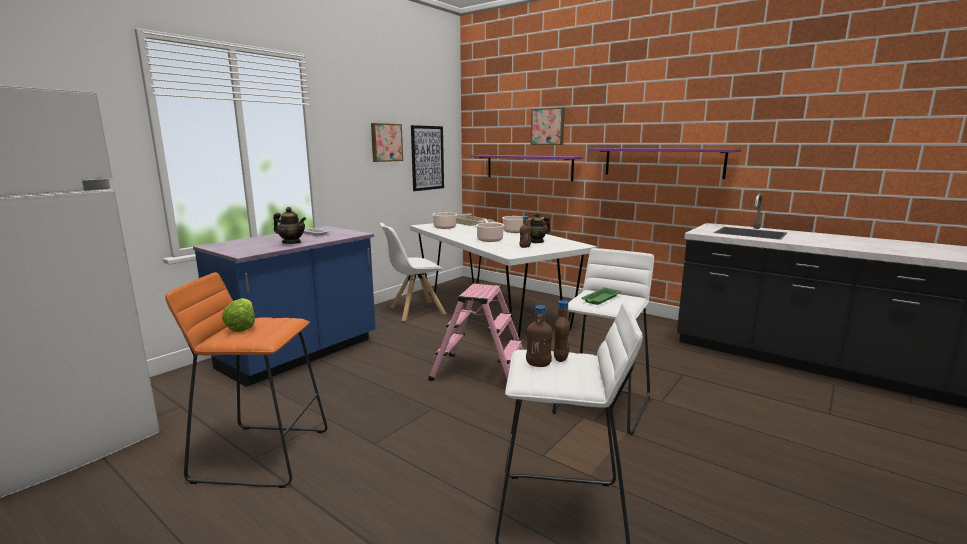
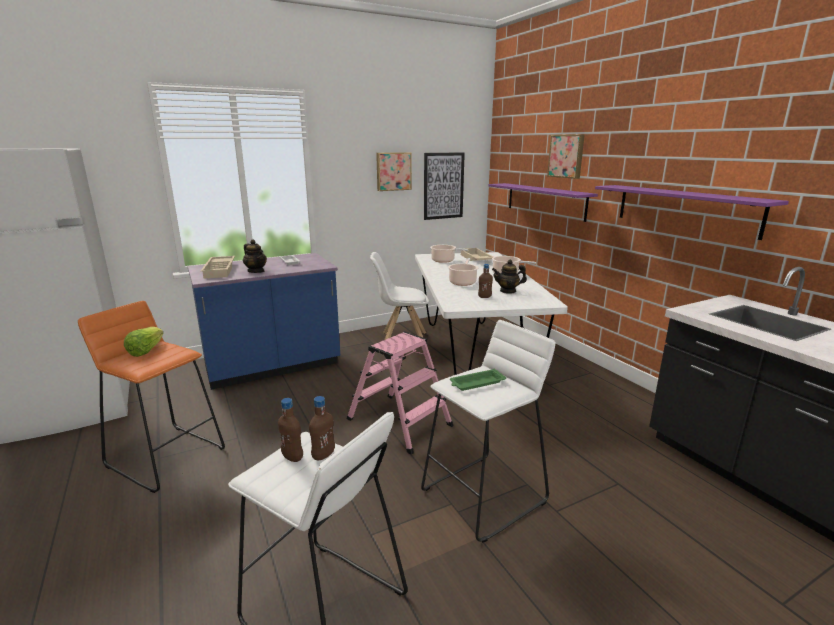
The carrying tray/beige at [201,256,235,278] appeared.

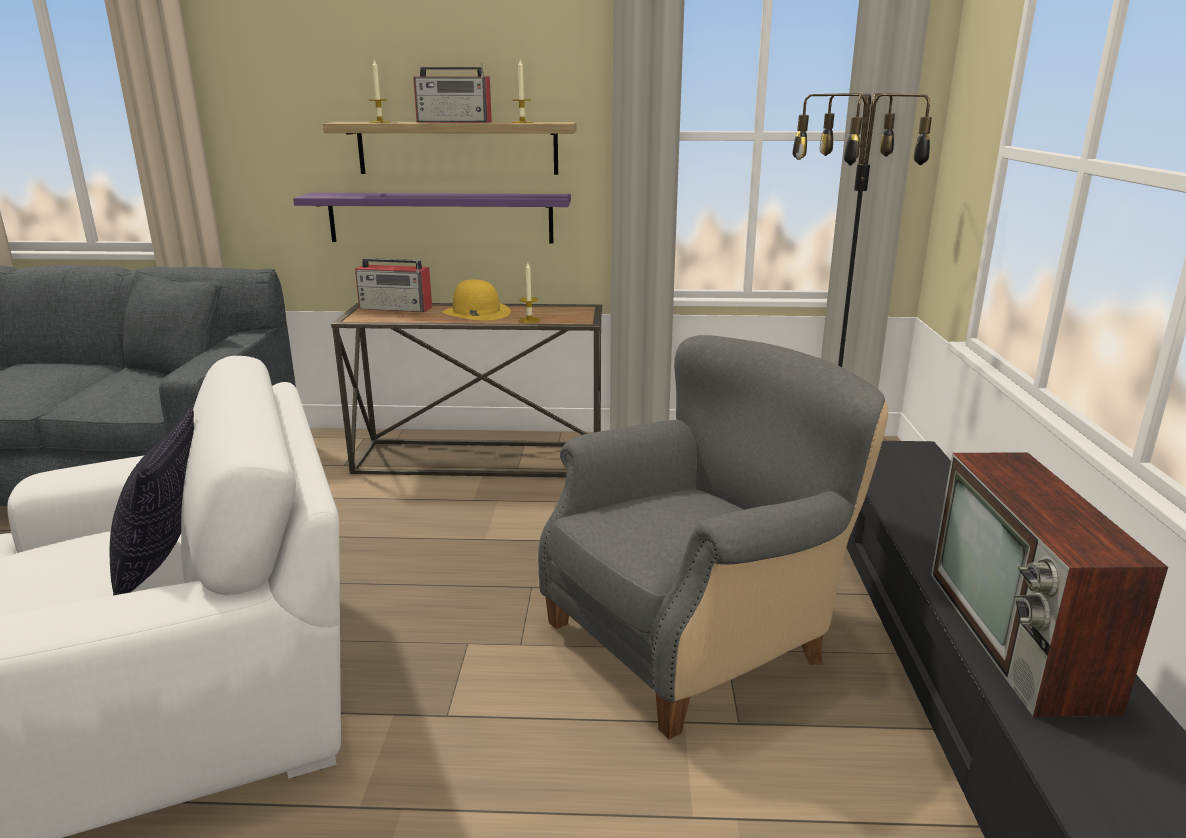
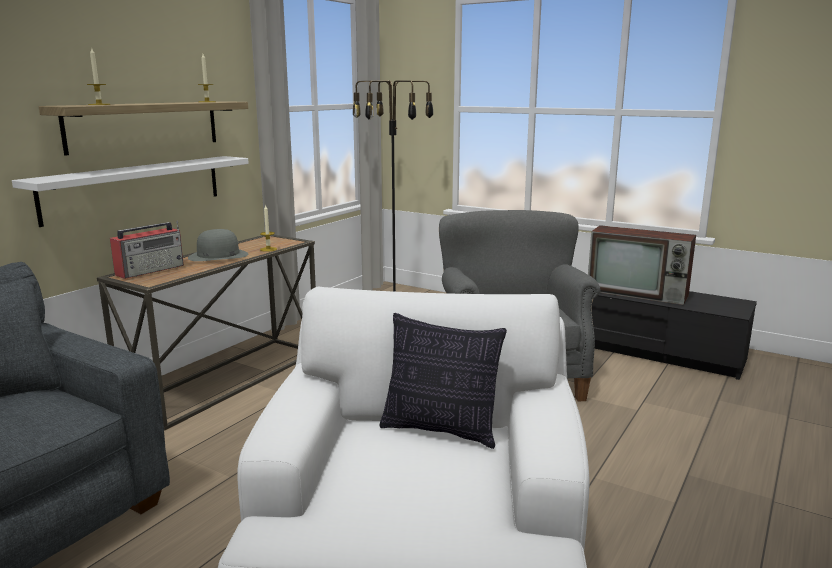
The radio set at [413,63,492,123] disappeared. The bracket shelf/purplish at [293,193,571,243] became the bracket shelf/white at [12,156,249,227]. The wearable hat/yellowish at [443,280,511,320] became the wearable hat/greyish at [188,229,248,261].

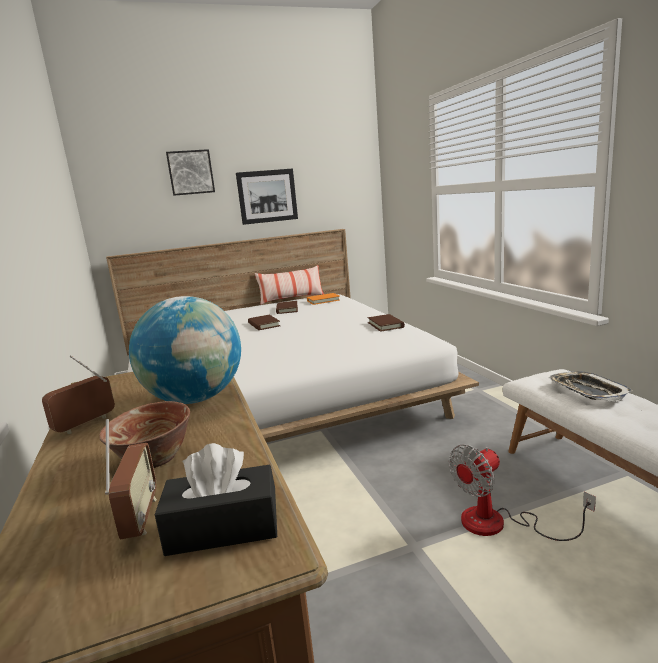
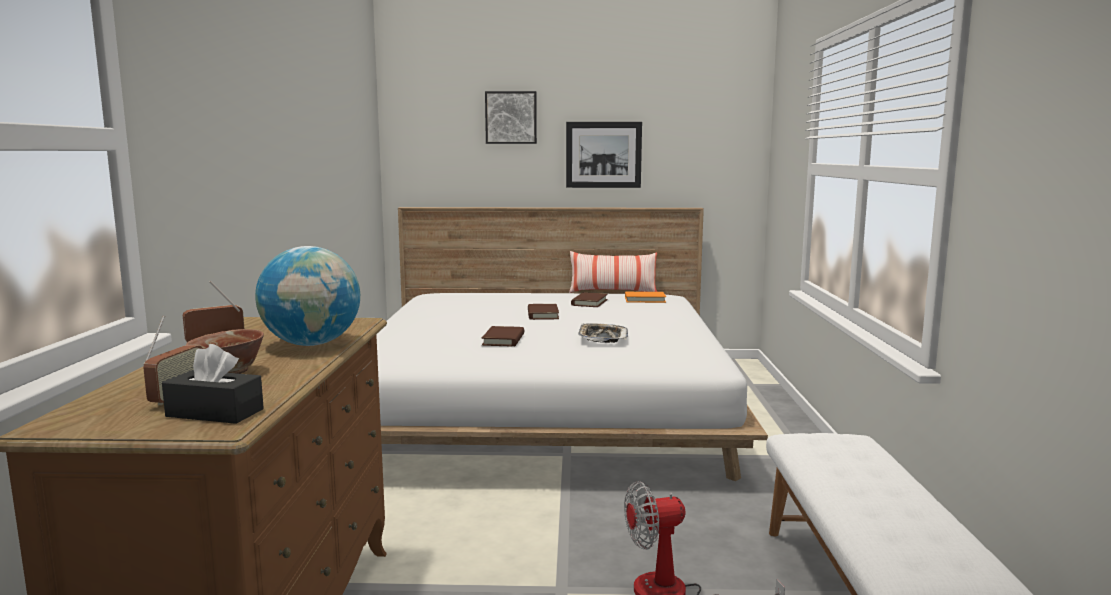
The book/brown-coloured moved from [367,314,405,332] to [482,326,524,346]. The carrying tray moved from [548,371,632,401] to [578,323,628,343].

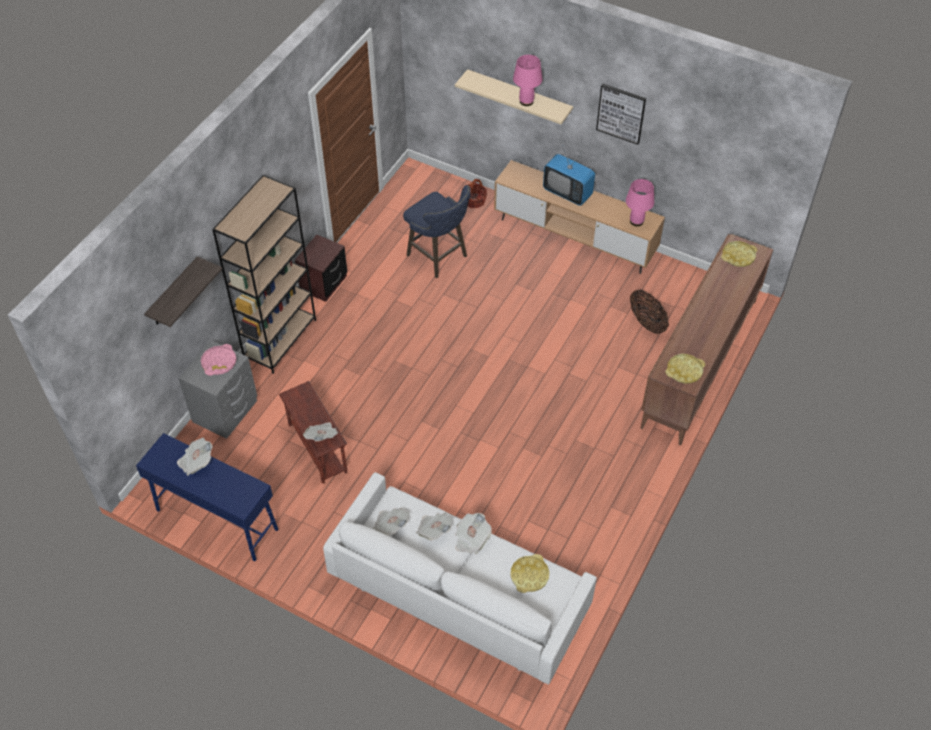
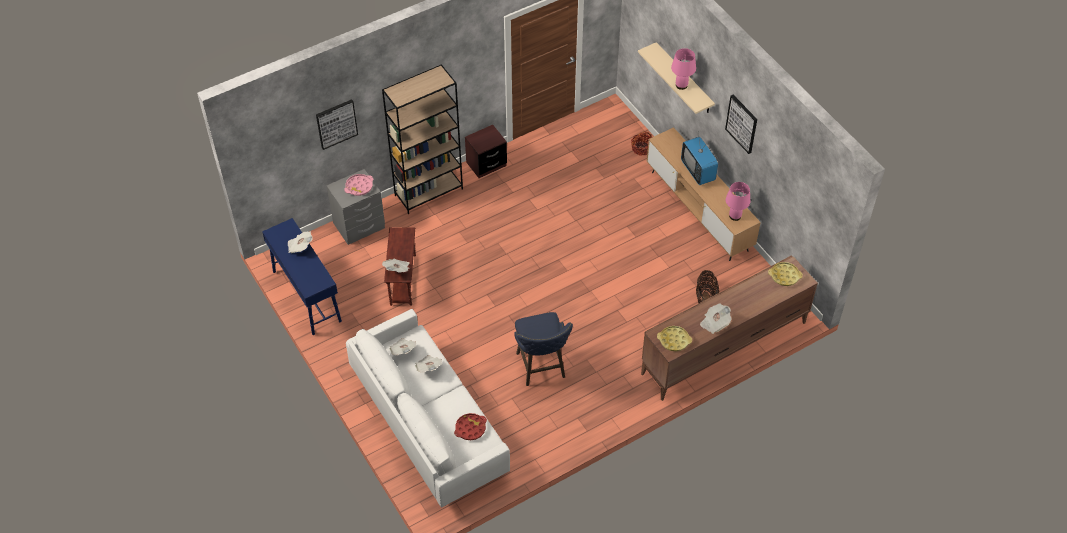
The stool/bluish moved from [403,185,471,278] to [514,312,573,386]. The printed paper moved from [455,513,492,554] to [700,304,731,334]. The bracket shelf at [144,256,222,327] was replaced by the wall art at [316,99,358,150]. The carrying tray/yellowish at [510,554,549,593] became the carrying tray/red-coloured at [454,413,487,440].

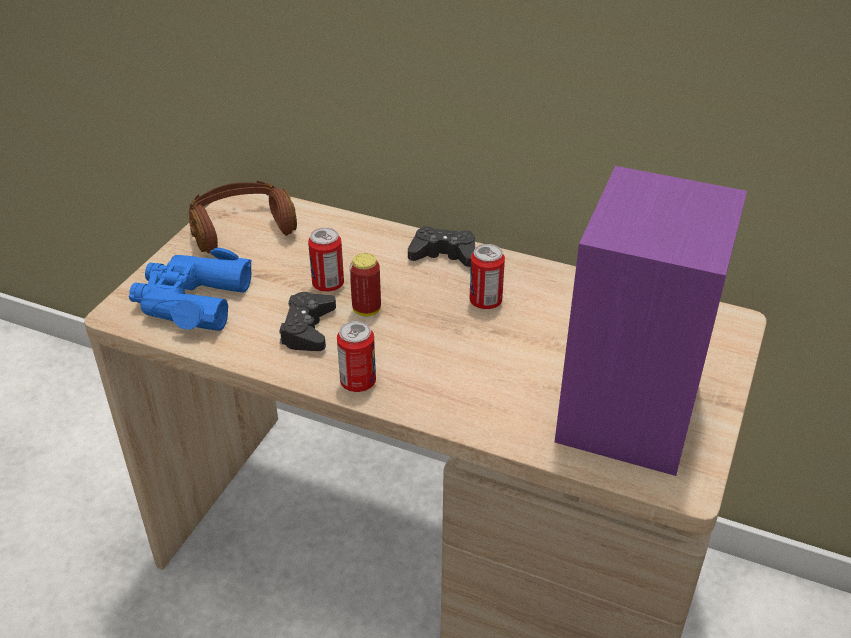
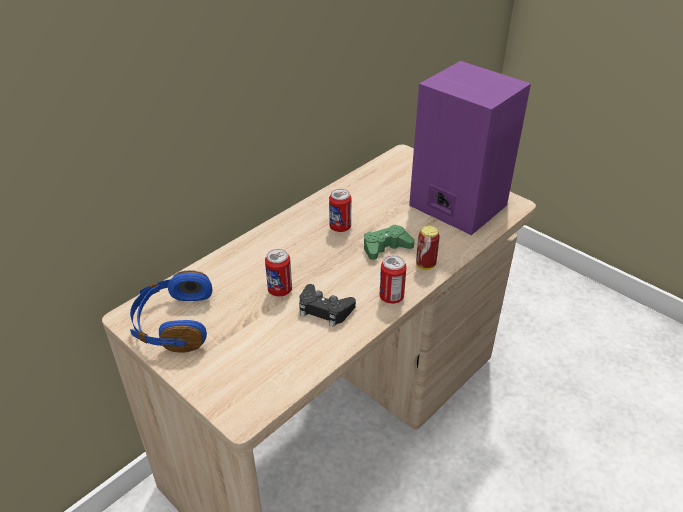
The binoculars/bluish at [129,248,252,331] disappeared. The gamepad/black-coloured at [408,226,475,267] disappeared. The gamepad/green at [364,225,415,260] appeared. The metal can moved from [350,253,381,316] to [416,226,440,270]. The pair of headphones/brown-coloured at [189,181,297,253] became the pair of headphones/bluish at [130,270,212,353].

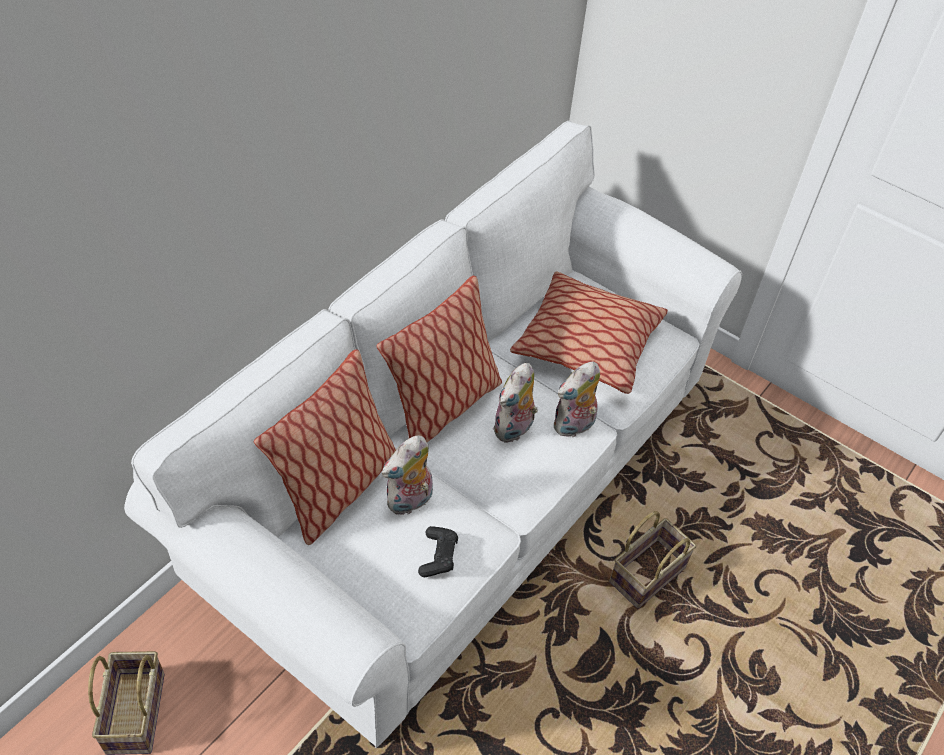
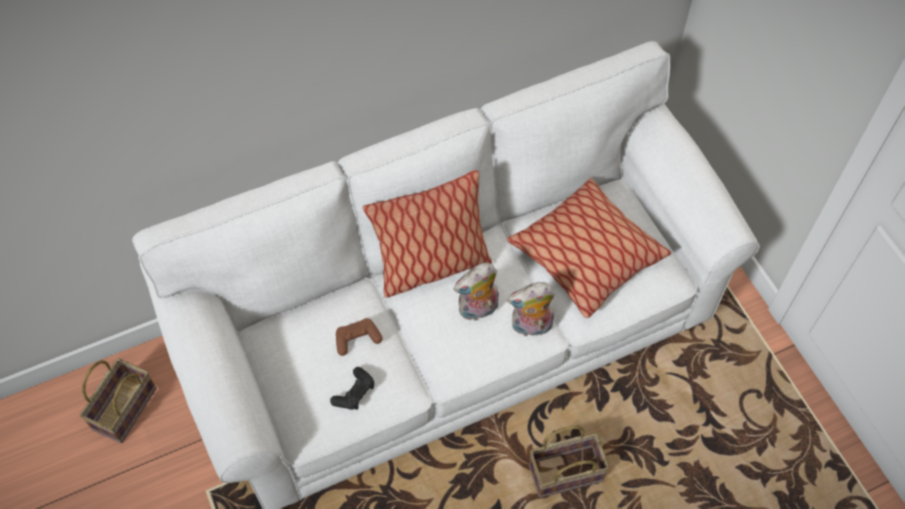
The pillow at [253,349,396,545] disappeared. The plush toy at [382,435,433,515] was replaced by the gamepad/brown-coloured at [336,318,383,356].

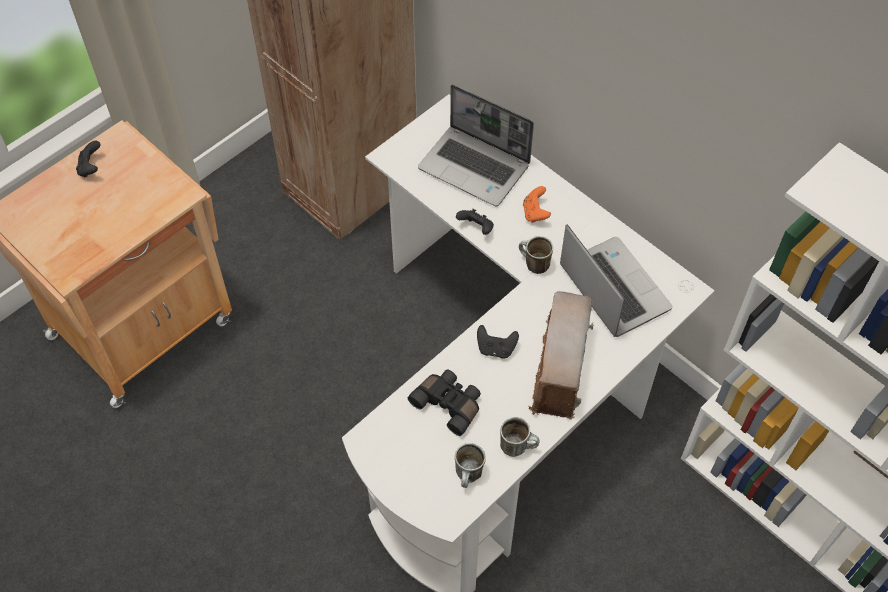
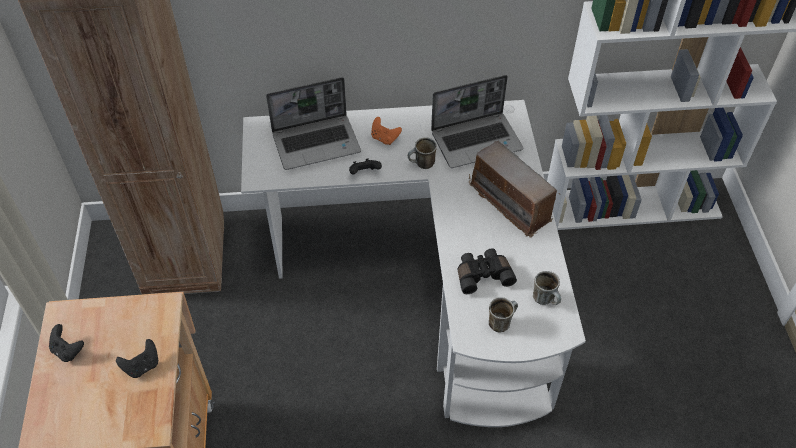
The gamepad/black-coloured moved from [477,325,519,359] to [116,339,158,378]. The mug moved from [500,417,540,457] to [489,297,518,332]. The laptop at [560,225,673,337] turned 150 degrees clockwise.

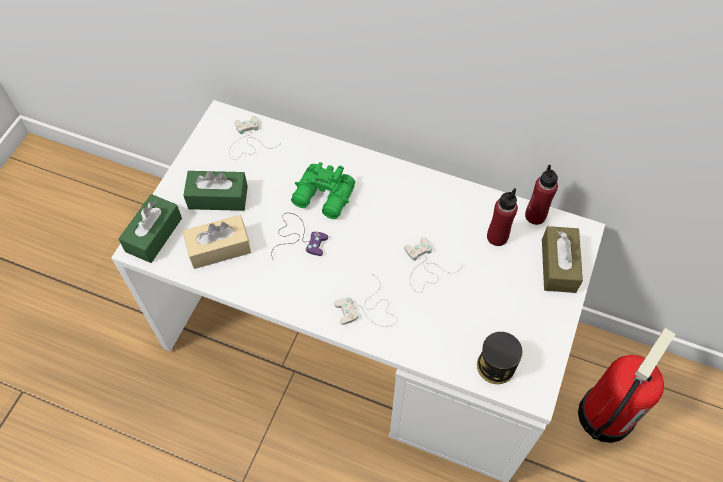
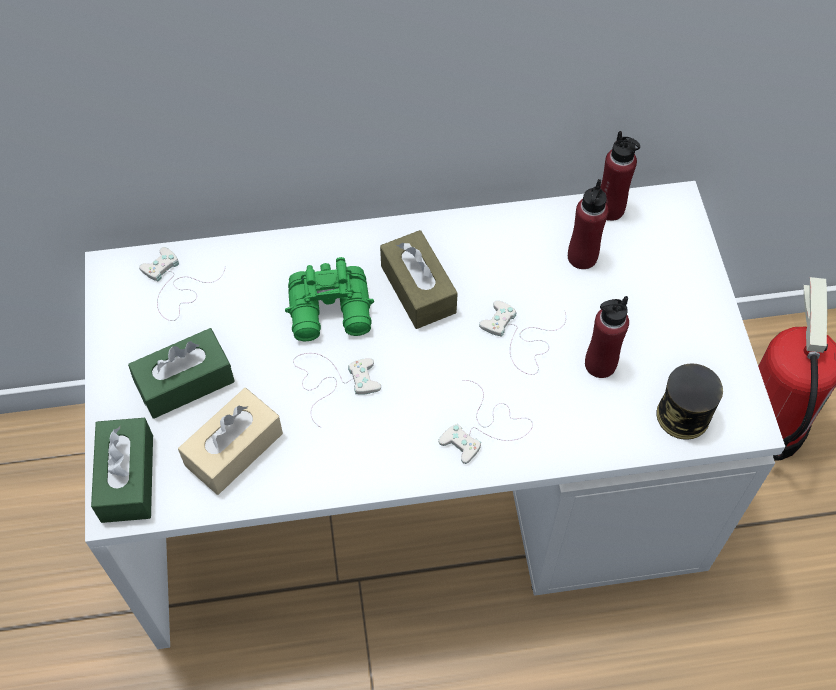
The drink bottle/red-coloured at [585,296,629,378] appeared. The tissue holder/brown-coloured moved from [542,226,583,293] to [380,230,458,329]. The gamepad/purplish at [271,213,328,261] became the gamepad/white at [293,353,381,428].

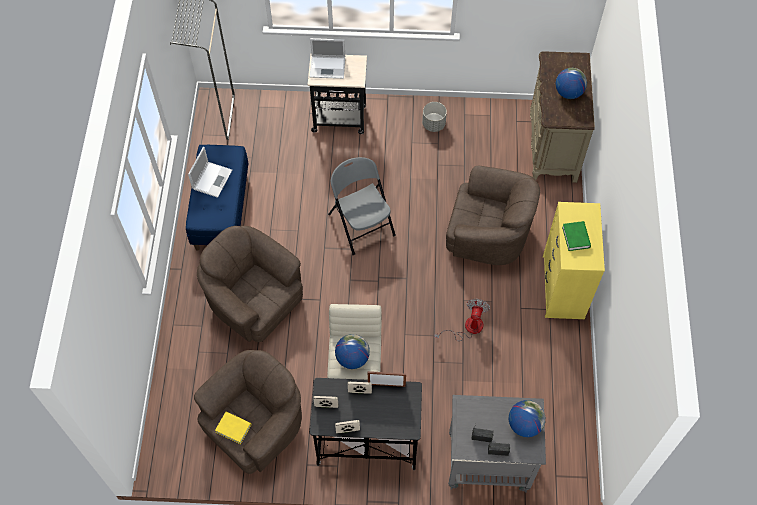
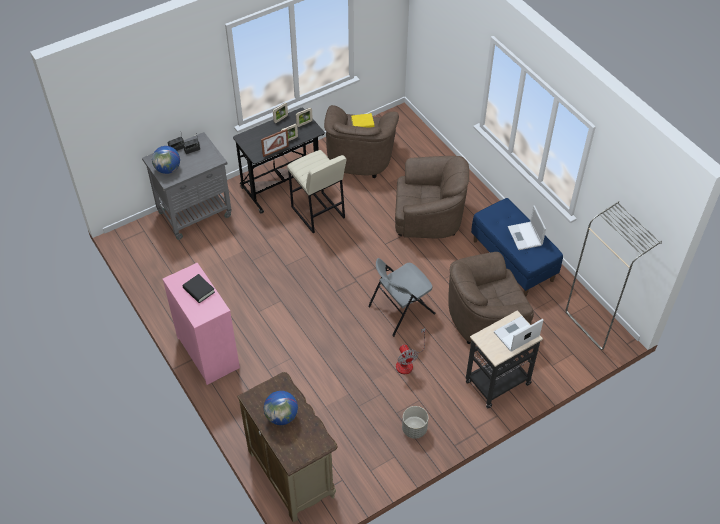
The desk globe at [335,334,370,369] disappeared. The electric fan moved from [434,299,490,341] to [396,328,426,374]. The easy chair/brown-coloured moved from [446,166,540,265] to [448,252,534,344]. The chest of drawers/yellowish at [543,202,605,319] became the chest of drawers/pinkish at [163,263,240,385]. The book/green at [562,221,591,251] became the book/black-coloured at [183,274,215,303]. The plain chair/greyish at [328,157,396,255] turned 120 degrees clockwise.

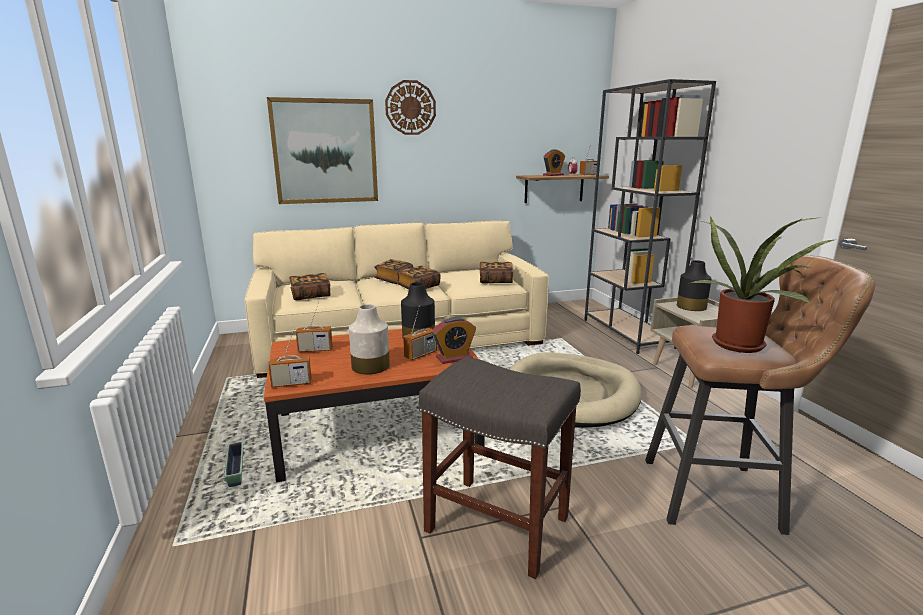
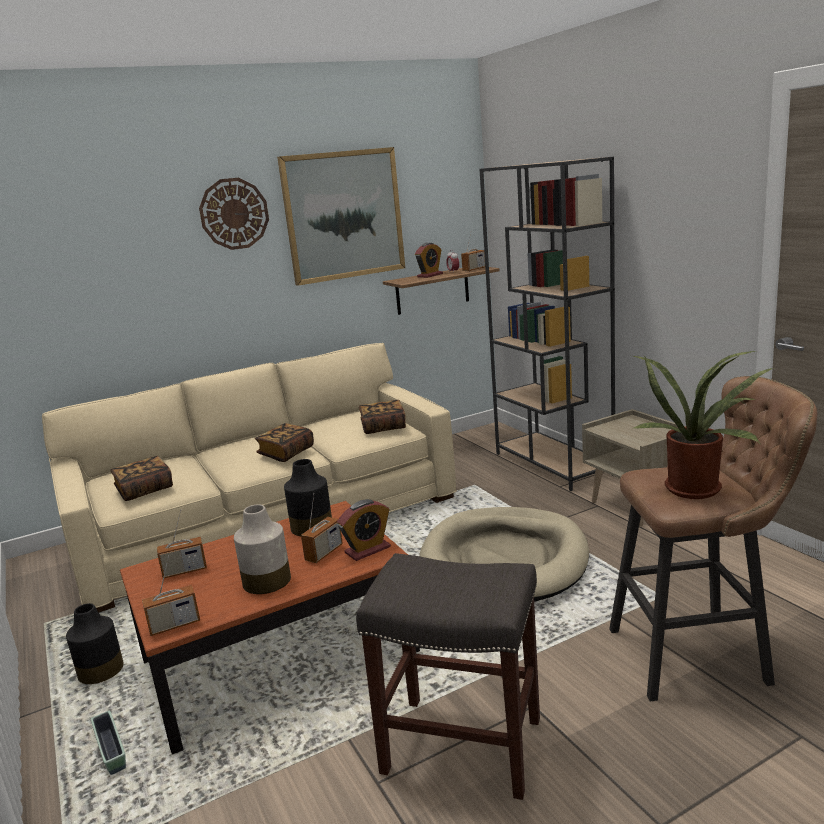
The book at [374,259,414,284] disappeared. The wall art moved from [267,97,378,204] to [277,147,405,286]. The decorative vase/black-coloured moved from [677,260,712,311] to [66,603,124,684].

